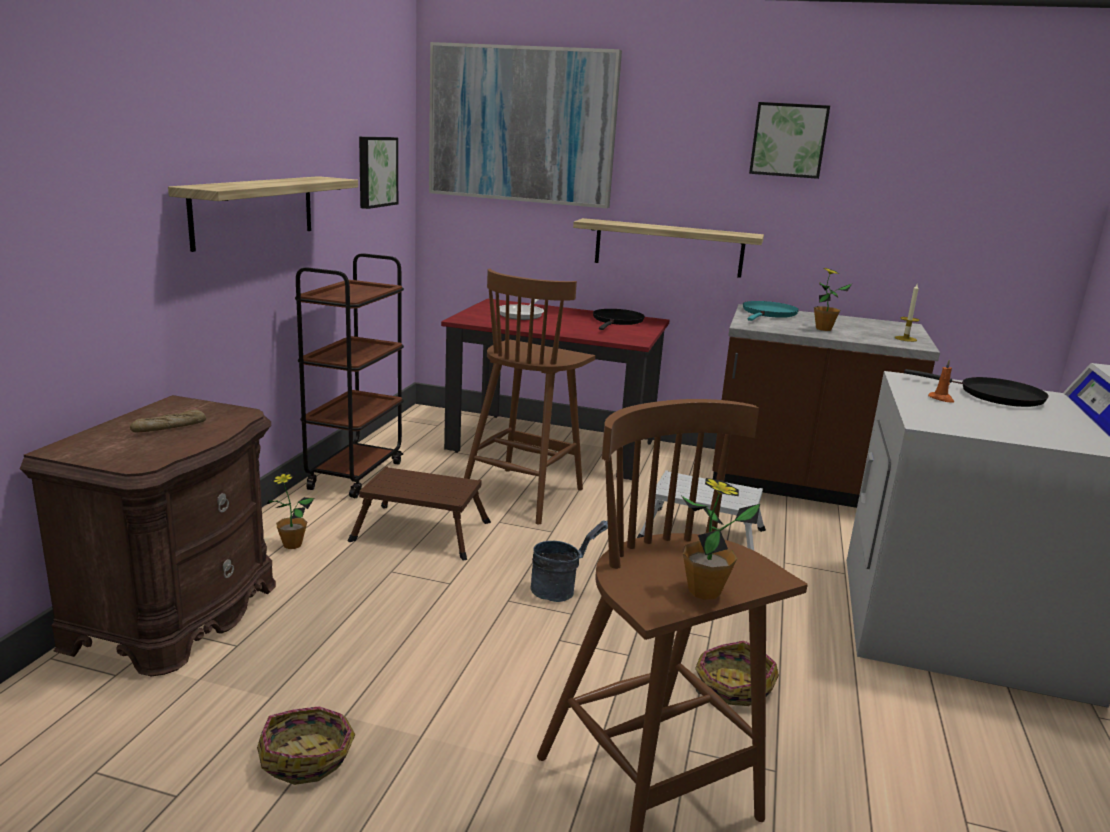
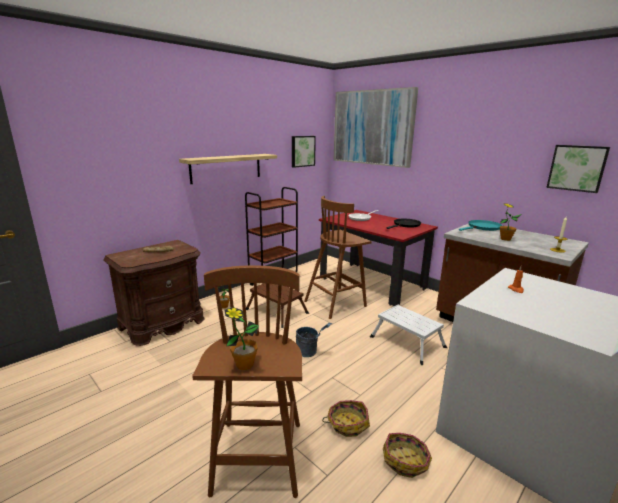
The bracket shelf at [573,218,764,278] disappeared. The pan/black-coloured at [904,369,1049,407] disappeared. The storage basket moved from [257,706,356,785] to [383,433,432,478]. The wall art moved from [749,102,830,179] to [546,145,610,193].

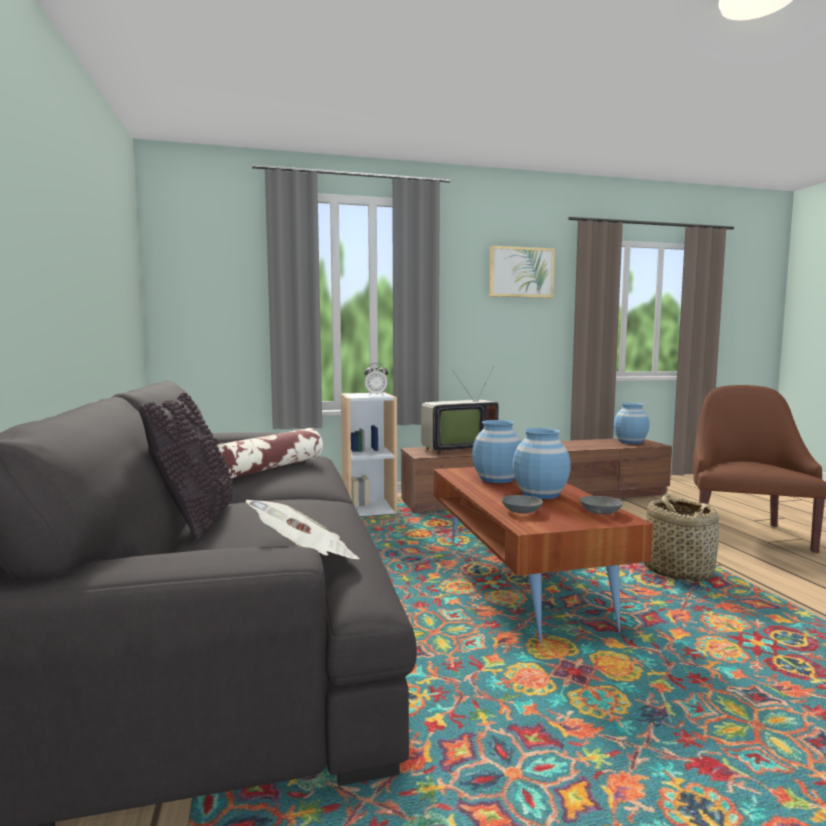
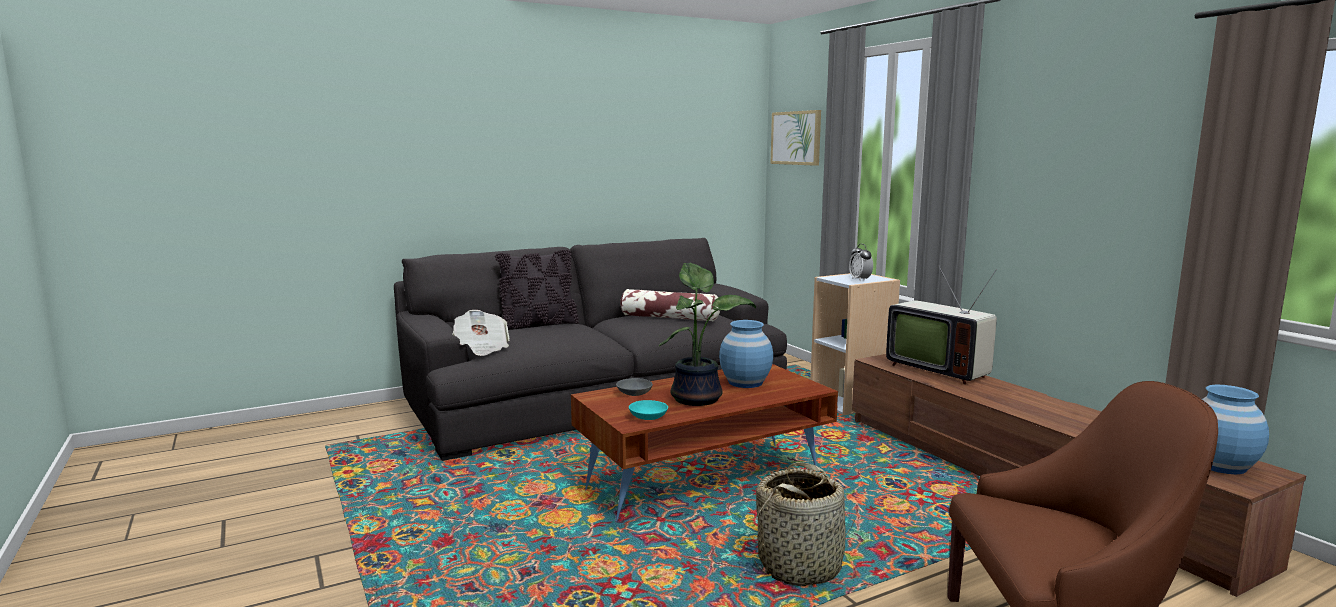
The wall art moved from [489,246,555,298] to [771,110,821,166]. The decorative vase/bluish at [513,428,571,499] was replaced by the plant in a pot at [659,262,756,406]. The serving bowl/greyish at [580,496,623,514] became the serving bowl/turquoise-coloured at [629,400,668,420].

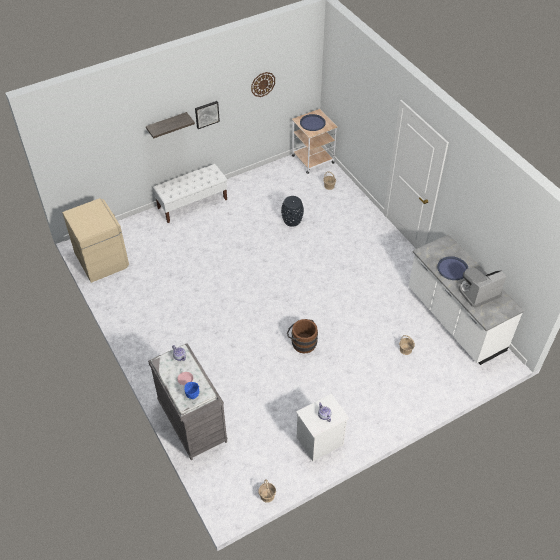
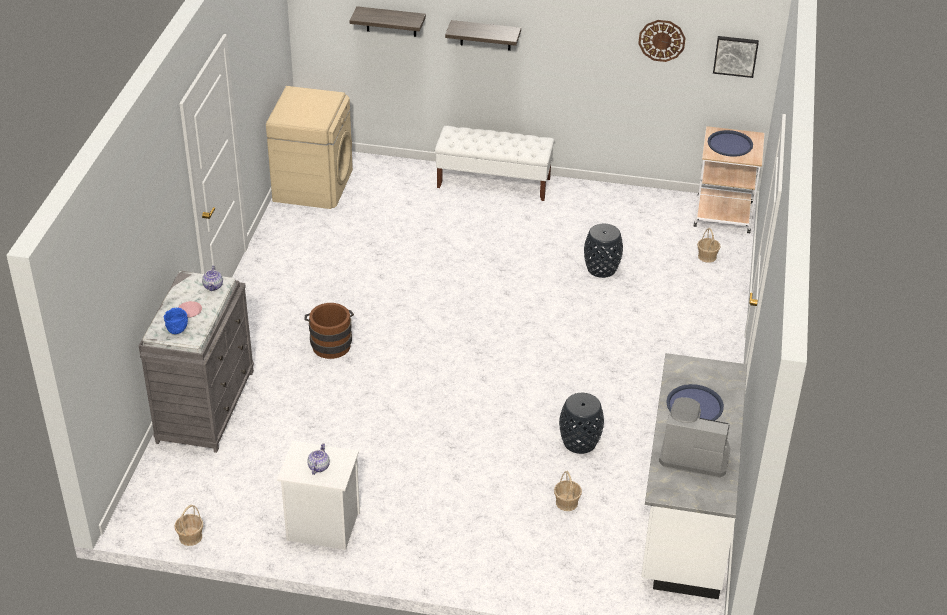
The bracket shelf at [350,6,426,37] appeared. The stool/black-coloured at [559,393,604,454] appeared. The wall art moved from [195,101,220,129] to [713,36,759,78]. The bucket/brown-coloured moved from [287,319,318,353] to [304,303,354,359].

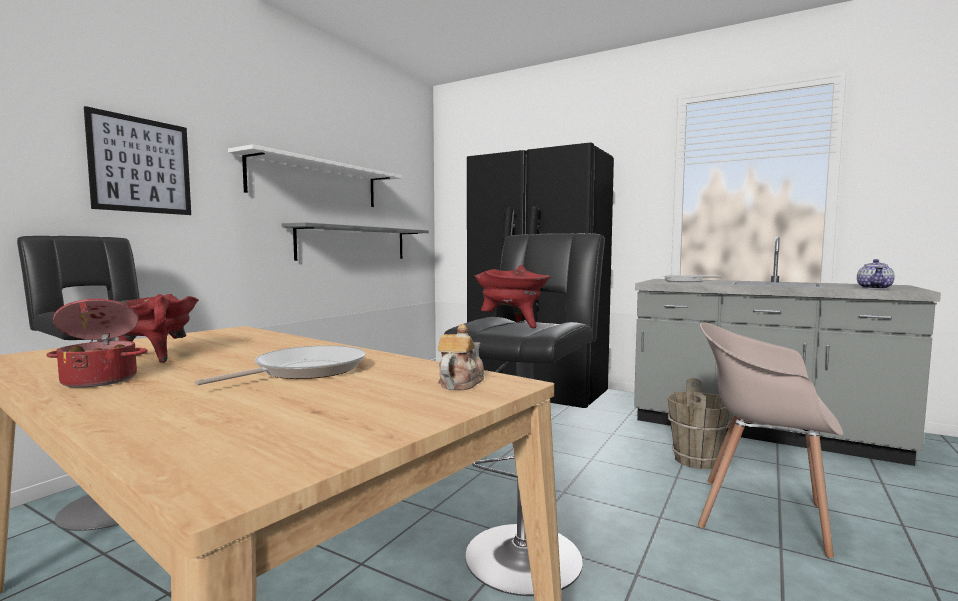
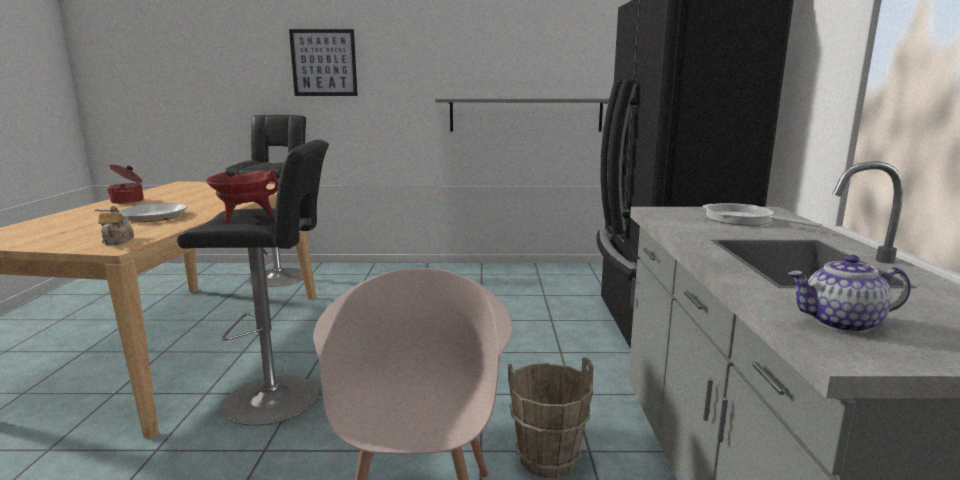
The saucepot/red-coloured at [118,294,199,363] disappeared. The bracket shelf/white at [228,144,402,207] disappeared. The teapot at [438,324,484,390] turned 90 degrees counterclockwise.

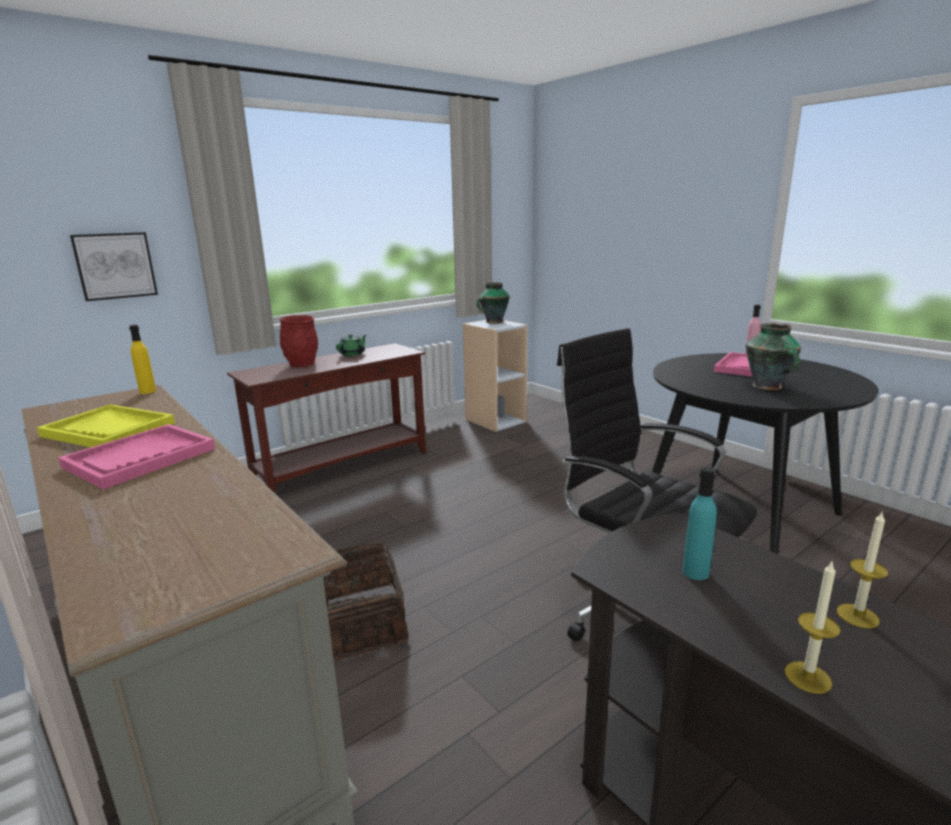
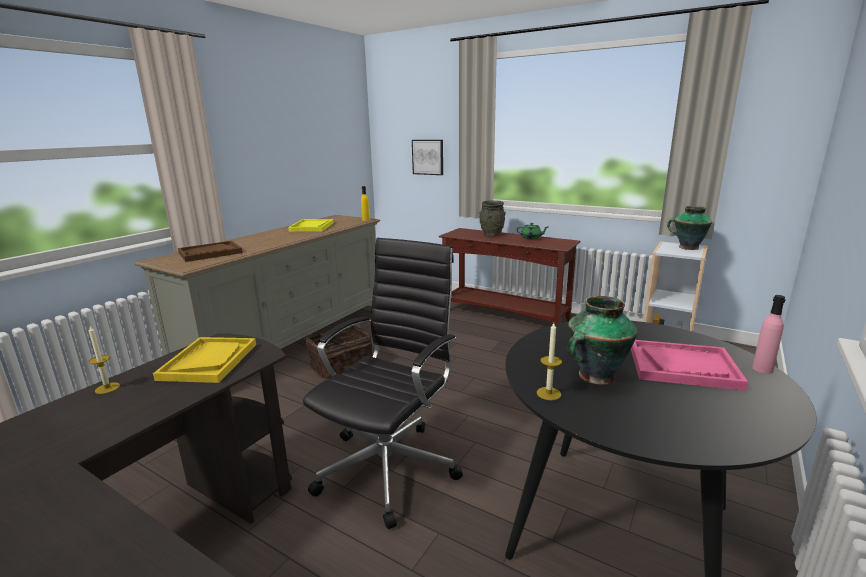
The carrying tray/pinkish at [58,424,215,489] disappeared. The carrying tray/brown-coloured at [178,241,243,262] appeared. The wax candle moved from [837,510,888,629] to [537,323,562,400]. The drink bottle/turquoise-coloured at [683,467,717,580] was replaced by the carrying tray/yellowish at [153,337,256,383]. The decorative vase/red-coloured at [280,315,318,367] became the decorative vase/greyish at [480,200,506,236].

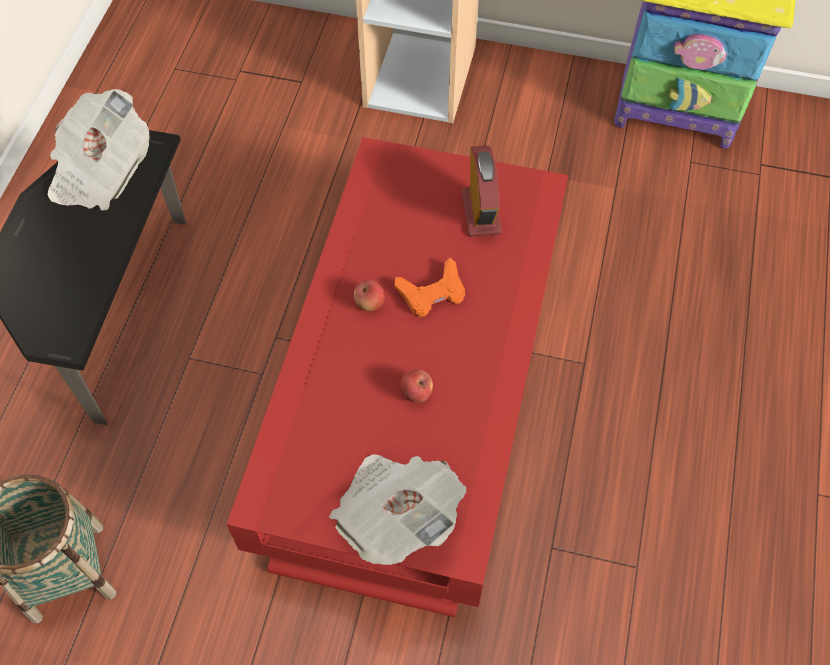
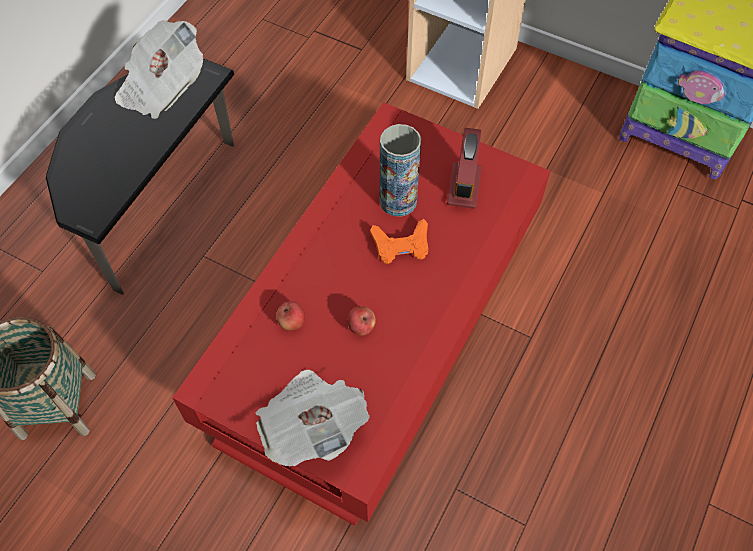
The decorative vase at [380,124,421,217] appeared. The apple moved from [354,279,385,311] to [276,301,305,331].

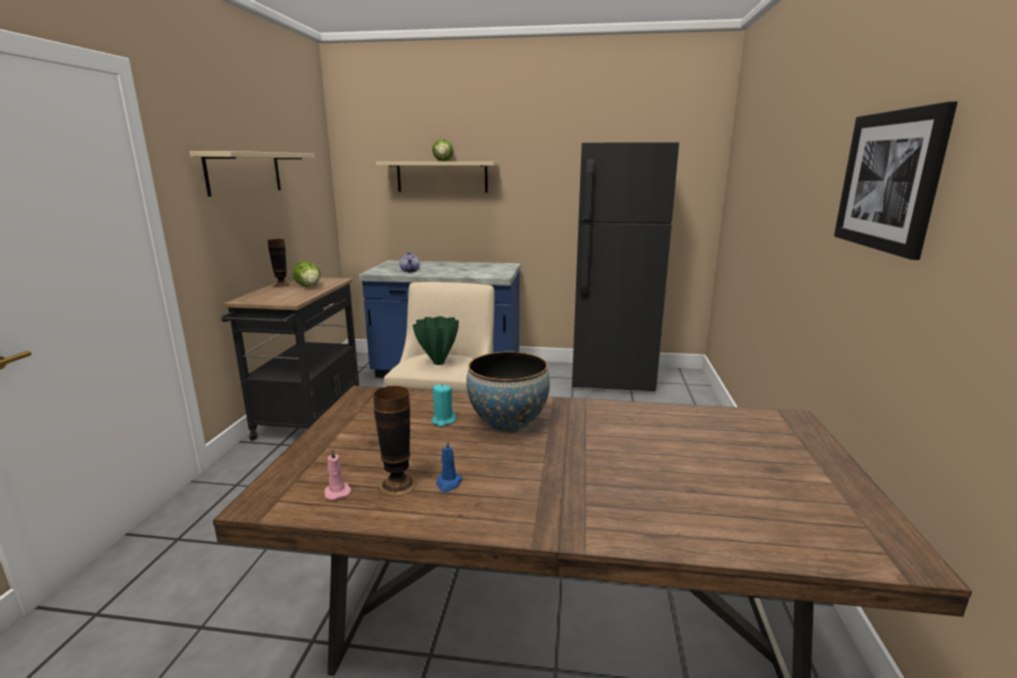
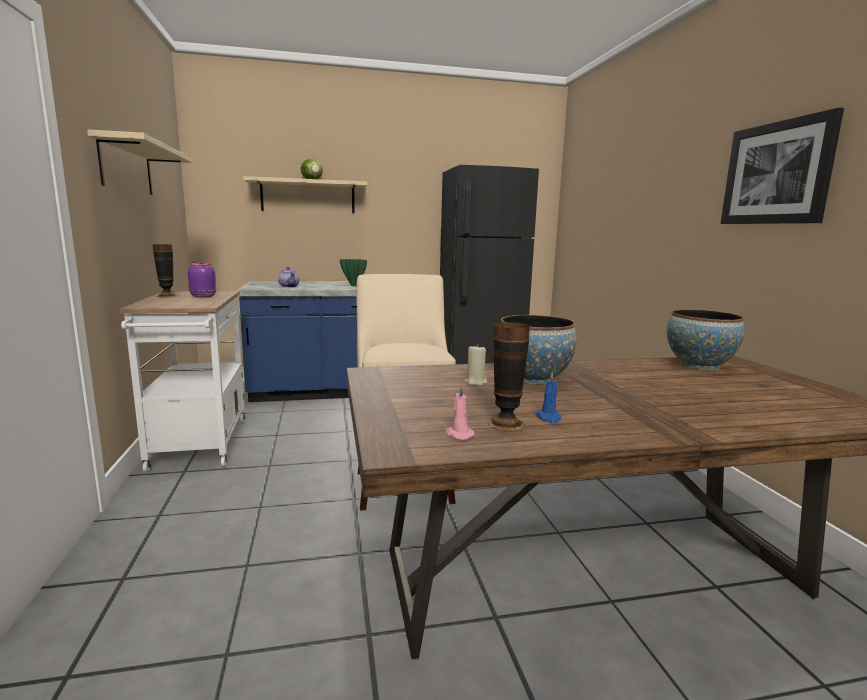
The serving bowl at [667,309,744,370] appeared. The decorative vase/green moved from [413,316,459,365] to [340,259,367,286]. The head of lettuce at [293,261,321,287] was replaced by the storage jar/purplish at [188,262,216,298]. The trolley/black-coloured at [221,277,359,440] became the trolley/white at [119,291,245,472]. The wax candle/turquoise-coloured at [432,384,456,427] became the wax candle/beige at [465,344,487,386].

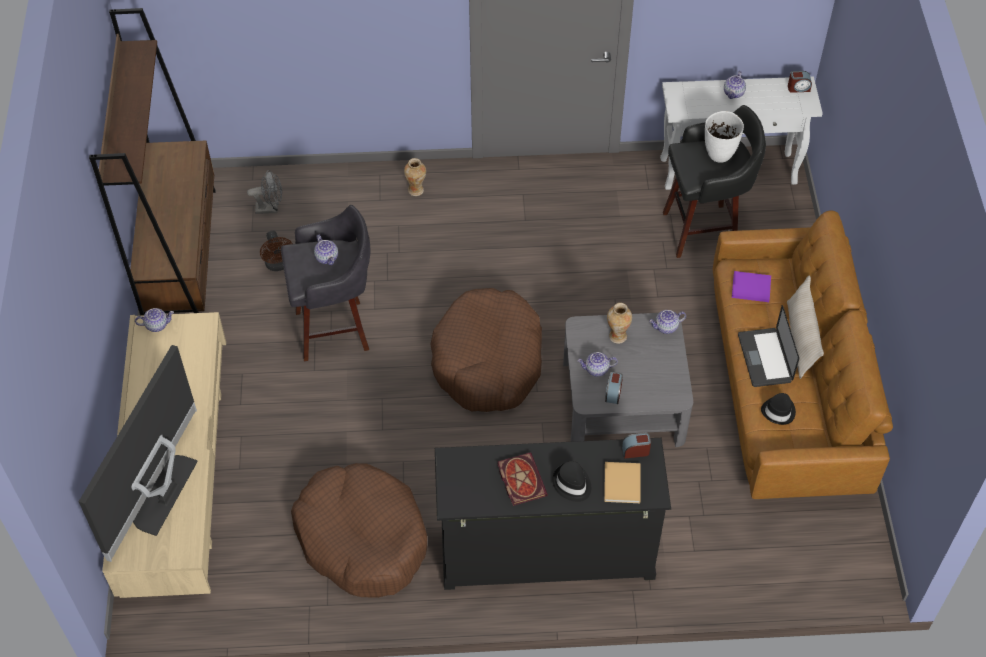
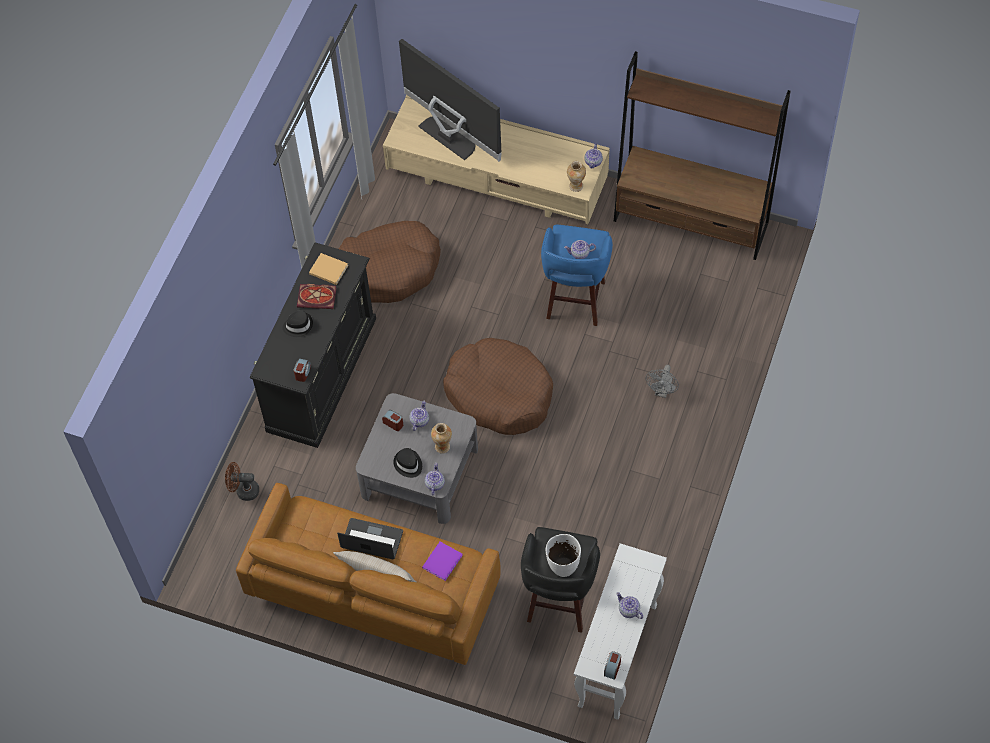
The electric fan/greyish moved from [247,170,282,214] to [646,365,679,398]. The electric fan/brown-coloured moved from [260,230,293,271] to [225,462,259,501]. The decorative vase moved from [404,158,426,196] to [567,161,586,192]. The book/beige moved from [604,462,641,503] to [309,253,348,285]. The wearable hat/black-coloured moved from [761,393,796,425] to [393,448,422,478]. The stool/greyish at [281,205,370,361] became the stool/bluish at [541,225,613,326].

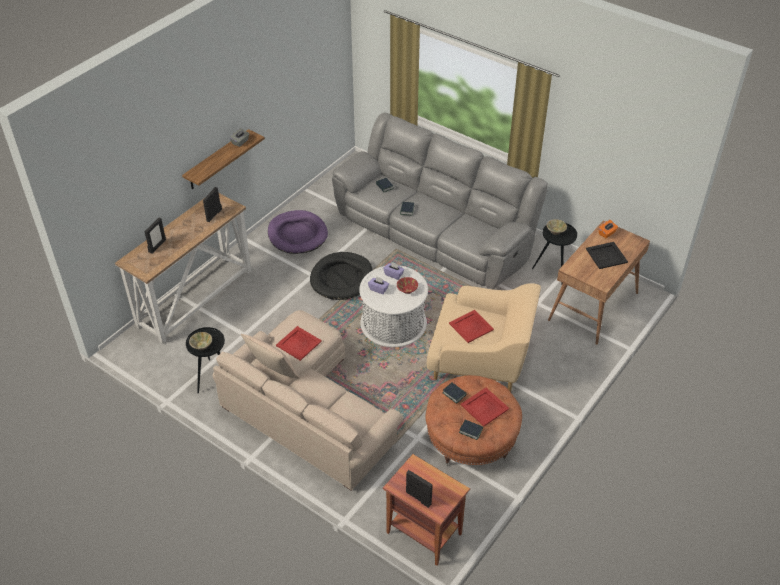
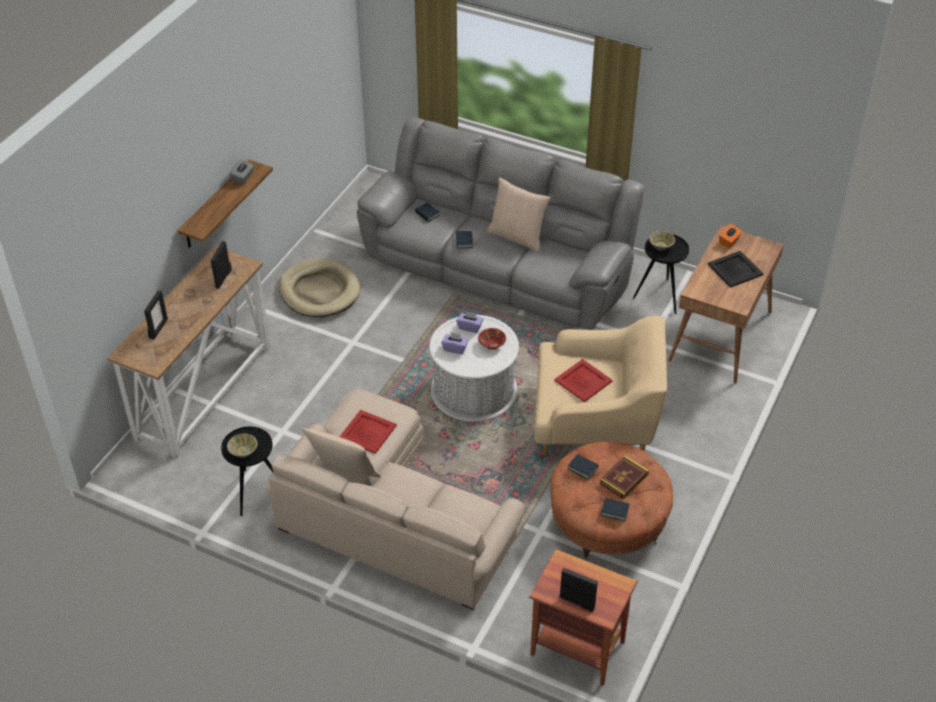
The dog bed/black-coloured at [310,252,373,300] disappeared. The pillow/beige at [487,177,551,252] appeared. The carrying tray/red-coloured at [461,388,509,426] was replaced by the book at [600,455,649,499]. The dog bed/purplish at [268,210,328,254] became the dog bed/beige at [279,258,361,317].

